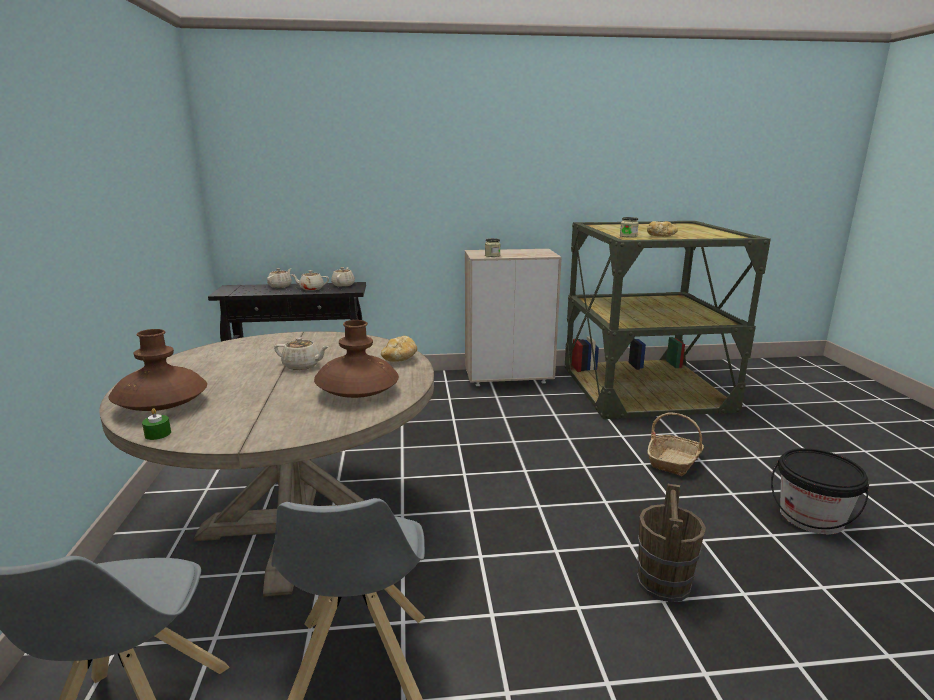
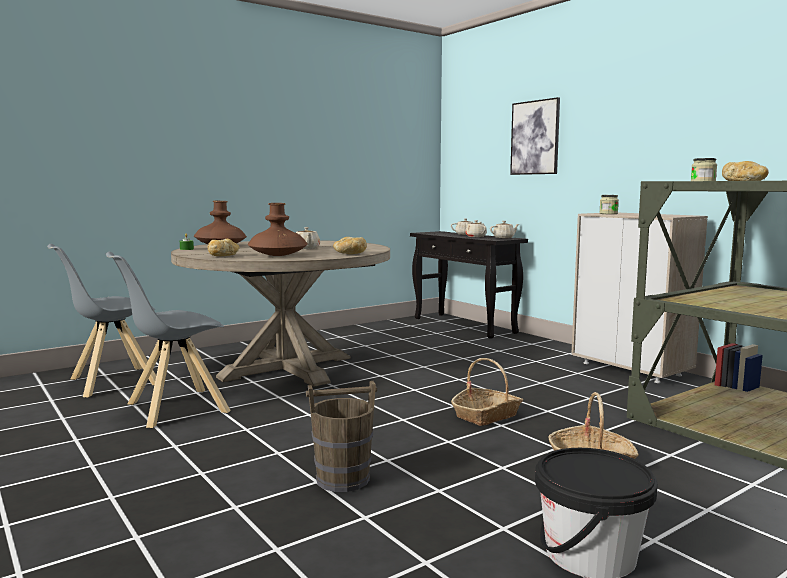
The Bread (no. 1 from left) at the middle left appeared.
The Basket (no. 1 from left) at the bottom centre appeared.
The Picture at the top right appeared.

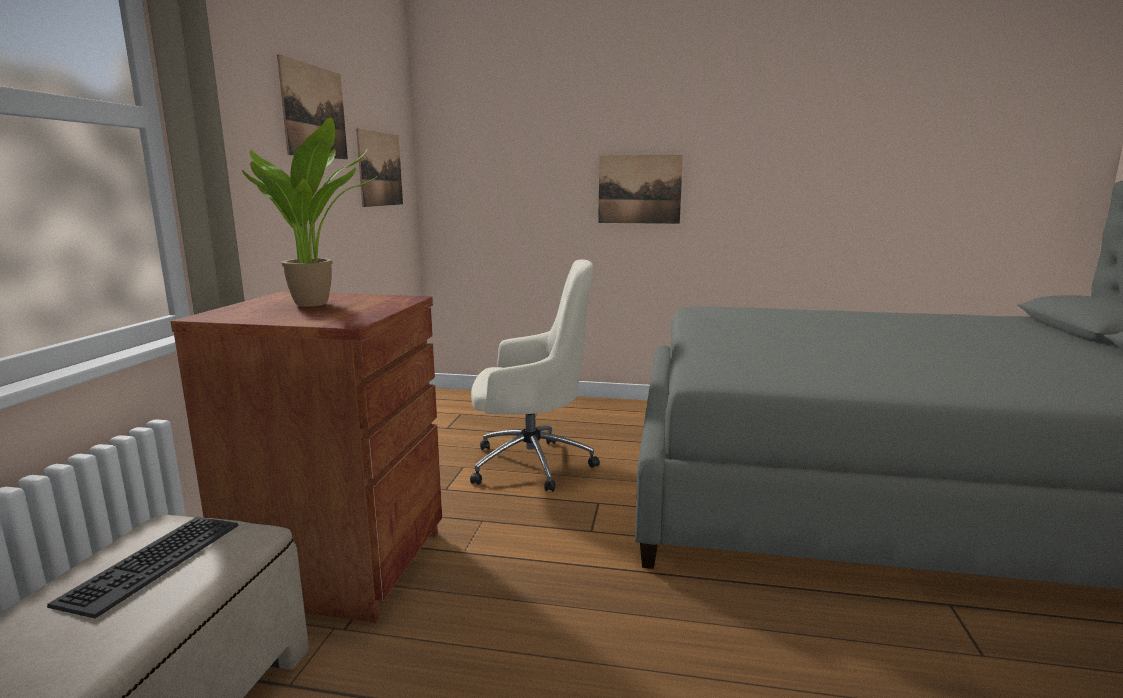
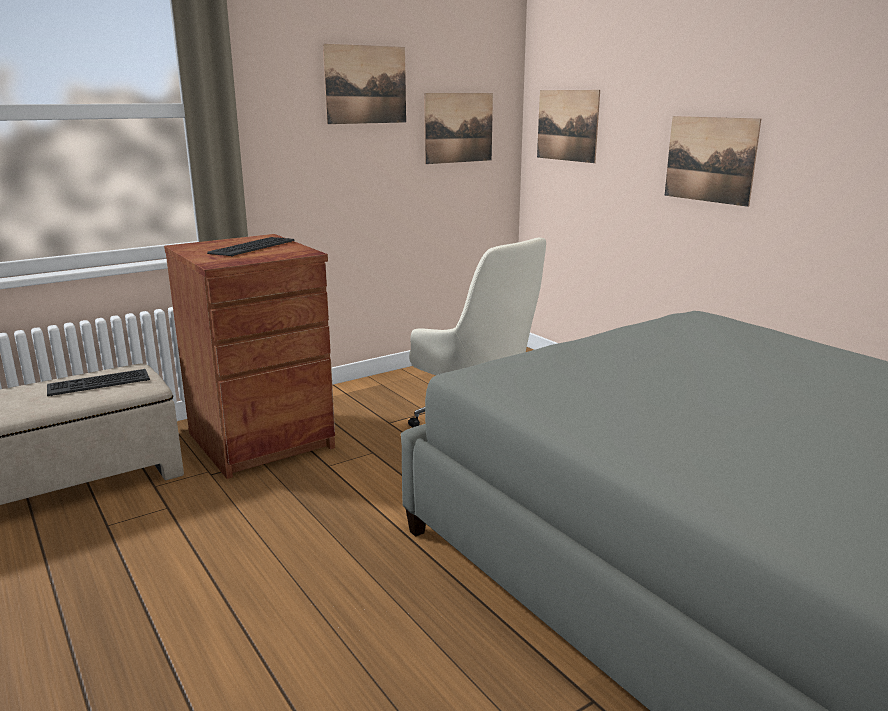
The PottedPlant at the top left was replaced by the Keyboard (no. 2 from left) at the middle left.
The Picture (no. 3 from left) at the top centre appeared.

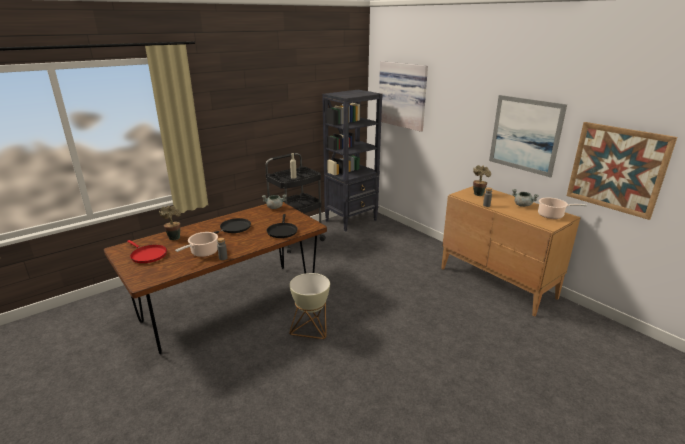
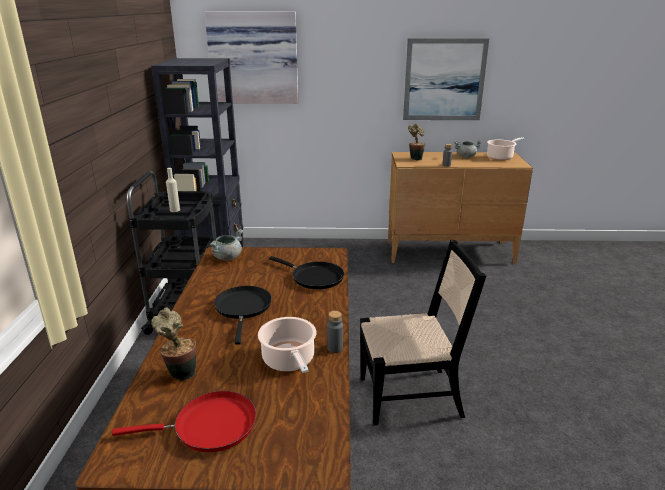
The Planter at the bottom centre was replaced by the Chair at the bottom centre.
The Picture (no. 3 from left) at the middle right disappeared.

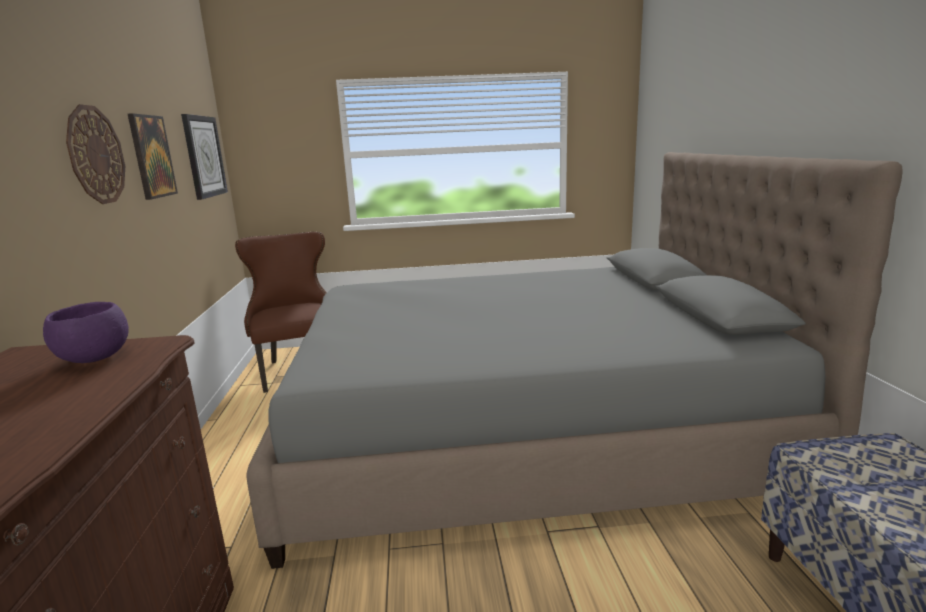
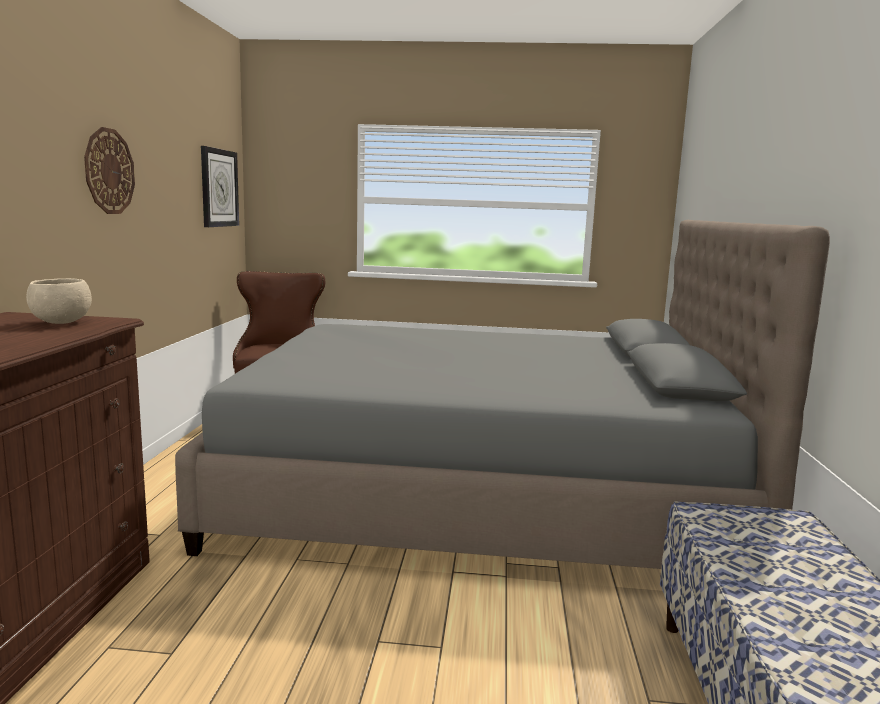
The PurpleBowl at the middle left became the BeigeBowl at the middle left.
The Picture at the top left disappeared.

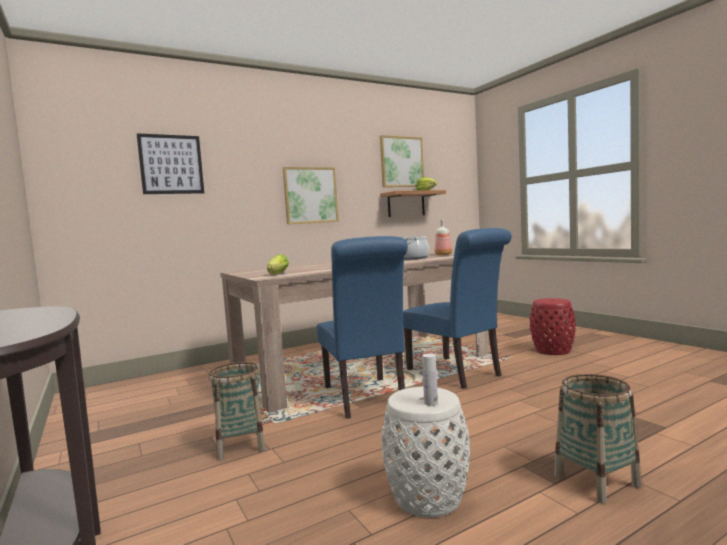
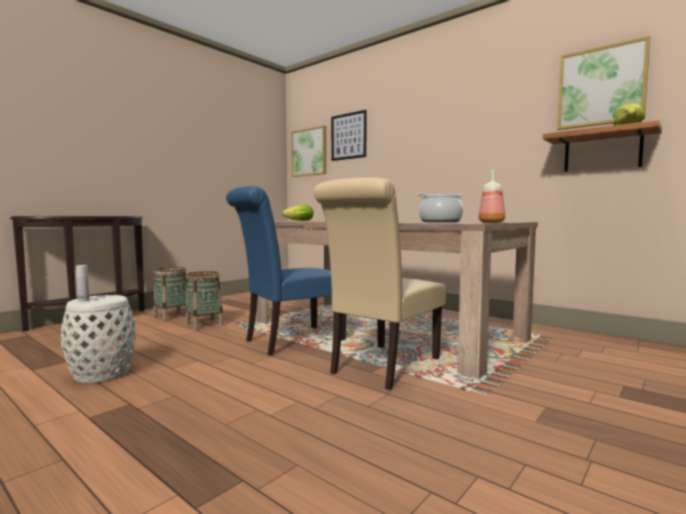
The Basket (no. 2 from left in the first image) moved from the bottom right to the middle left.
The Picture (no. 2 from left in the first image) moved from the centre to the top centre.
The BlueChair (no. 2 from left) at the centre became the BeigeChair at the centre.
The RedStool at the middle right disappeared.

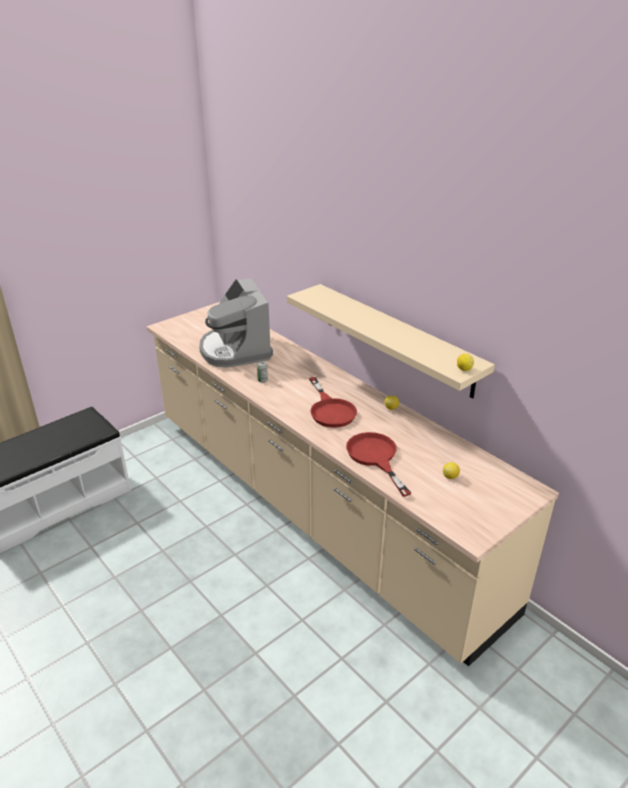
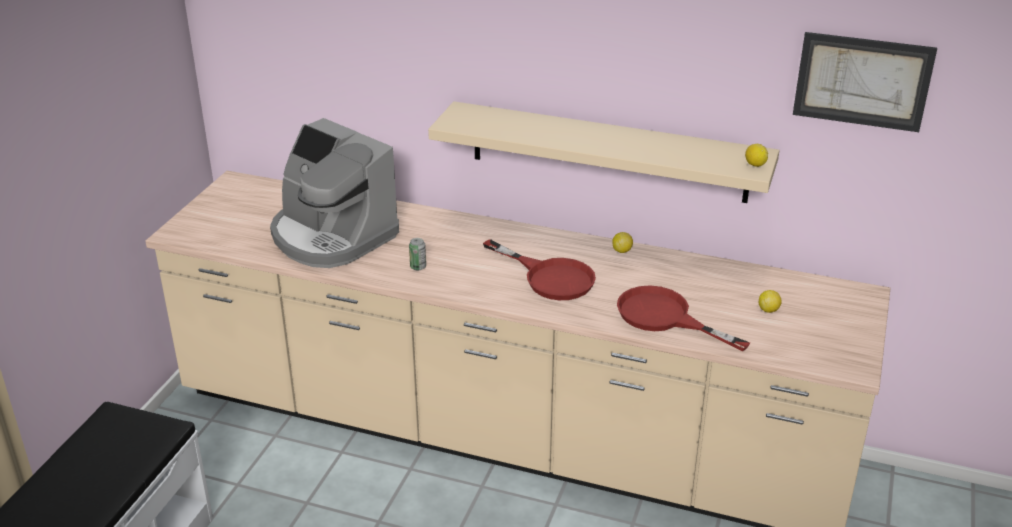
The Picture at the top right appeared.

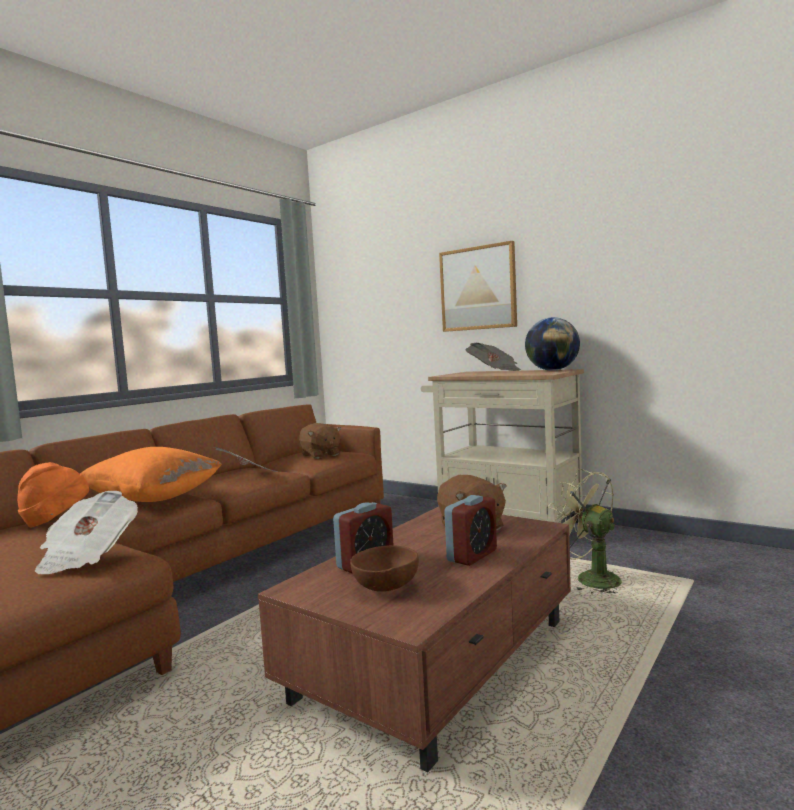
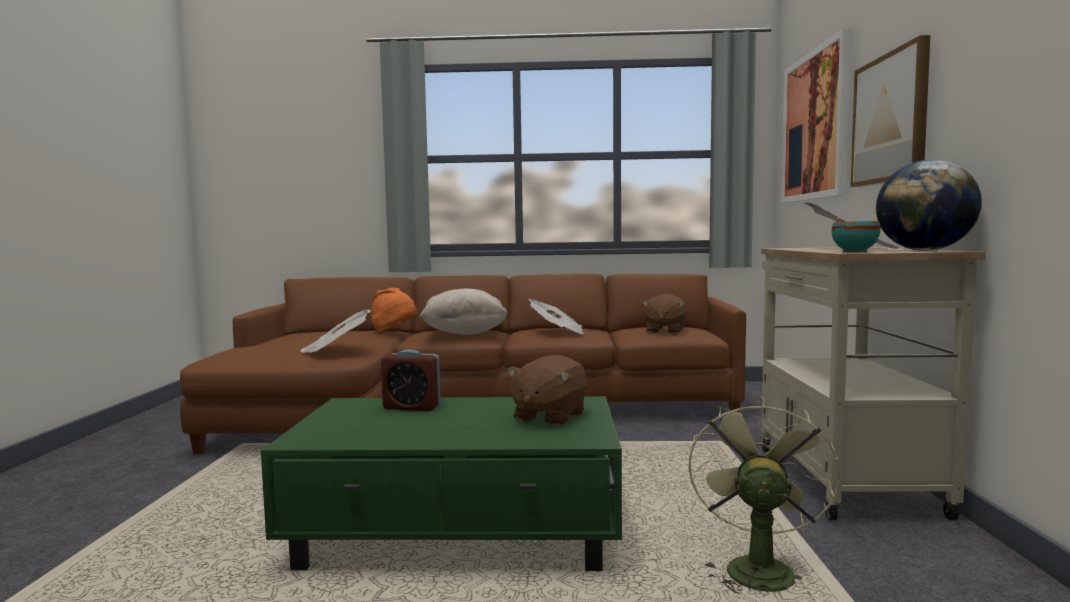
The BrownCoffeeTable at the bottom centre became the GreenCoffeeTable at the bottom centre.
The OrangePillow at the middle left became the BeigePillow at the centre.
The Picture (no. 1 from left) at the top right appeared.
The TurquoiseBowl at the middle right appeared.
The BrownBowl at the bottom centre disappeared.
The AlarmClock (no. 2 from left) at the centre disappeared.

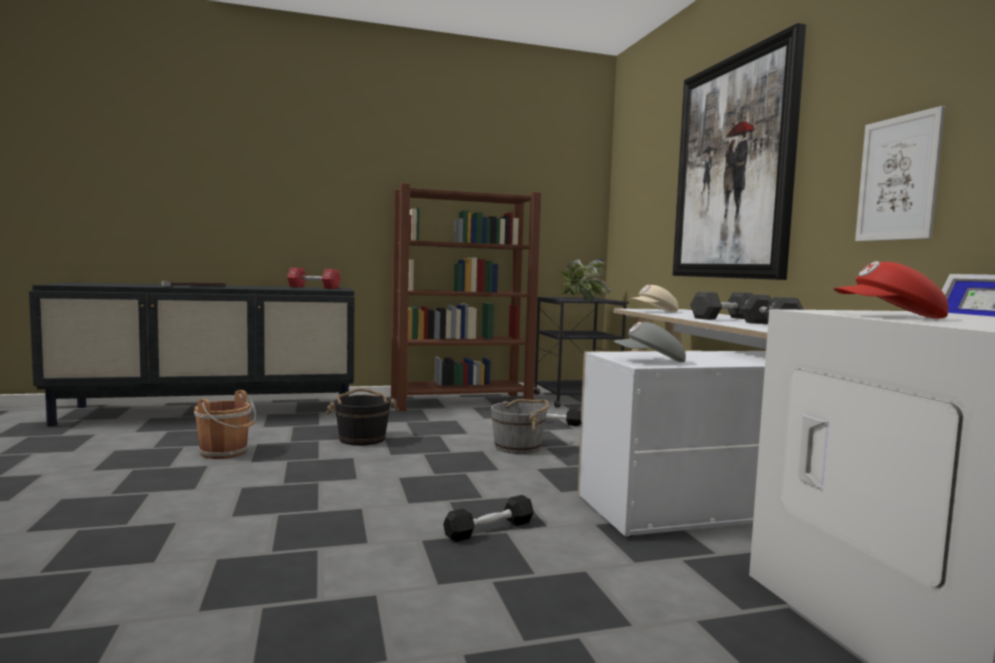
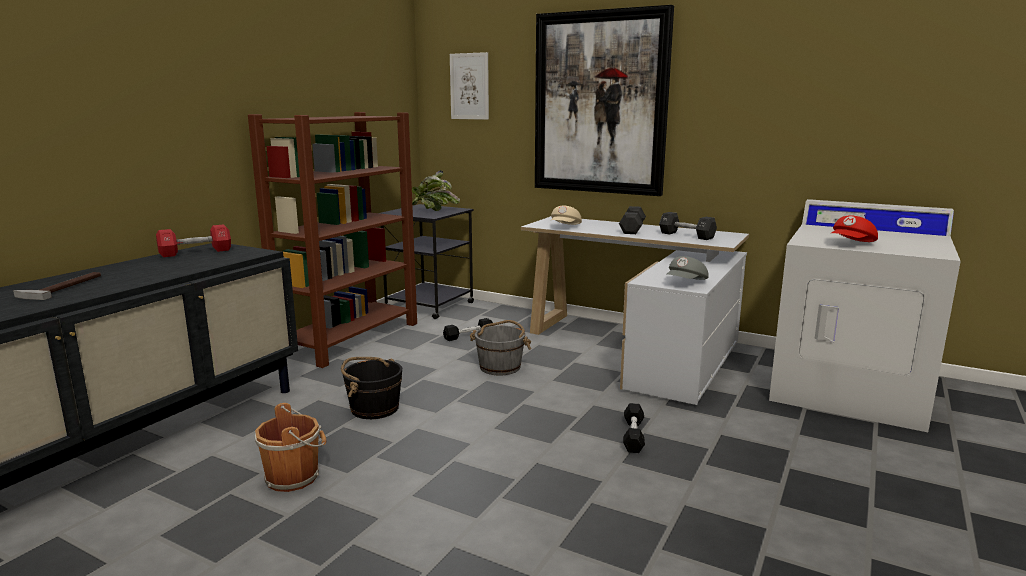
The Picture (no. 2 from left in the first image) moved from the top right to the top centre.

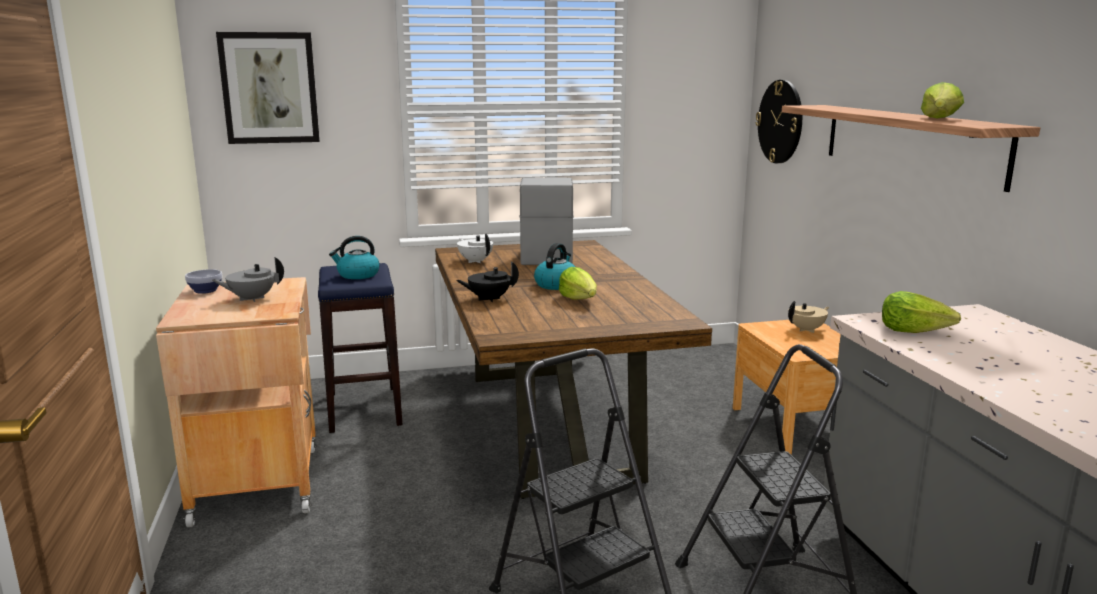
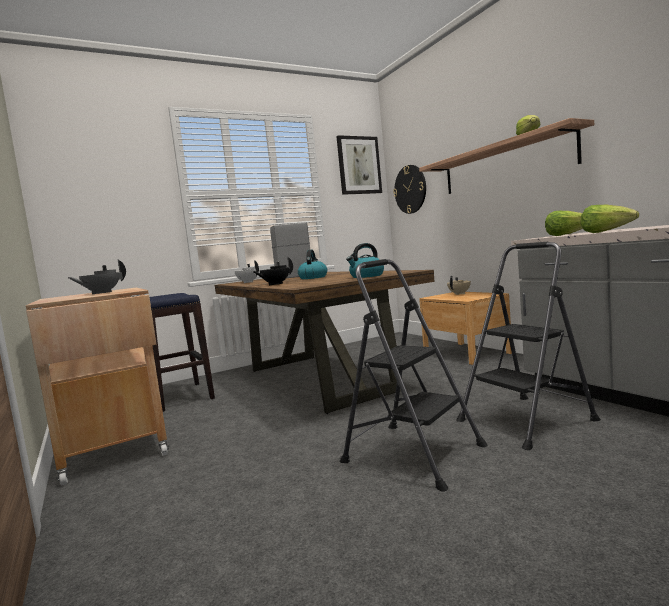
The Picture moved from the top left to the top centre.
The Kettle (no. 1 from left in the first image) moved from the middle left to the centre.
The Lettuce (no. 1 from left in the first image) moved from the centre to the middle right.
The Bowl at the middle left disappeared.

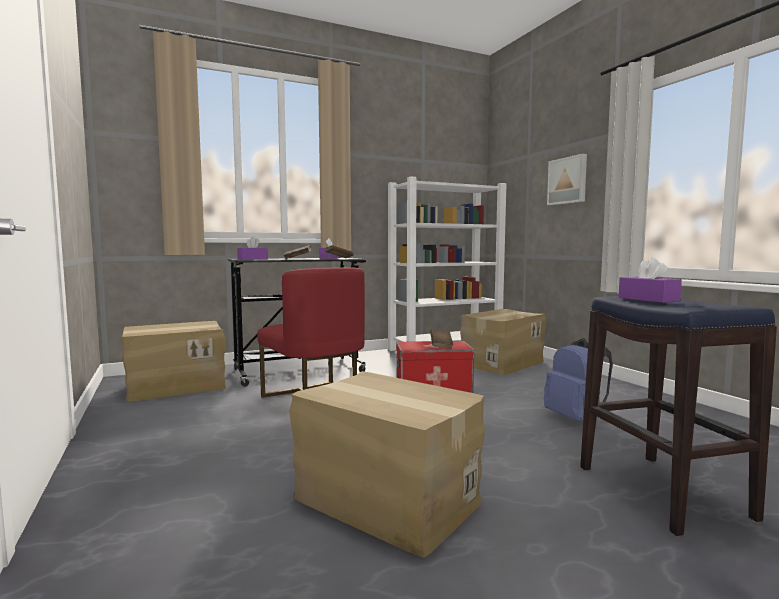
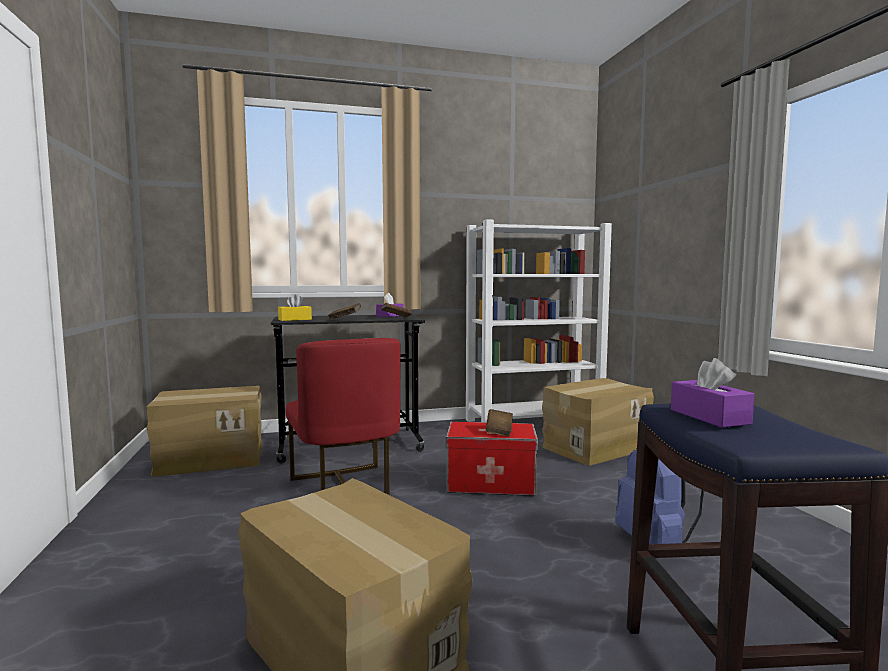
The PurpleTissueBox (no. 1 from left) at the middle left became the YellowTissueBox at the middle left.
The Picture at the top right disappeared.

